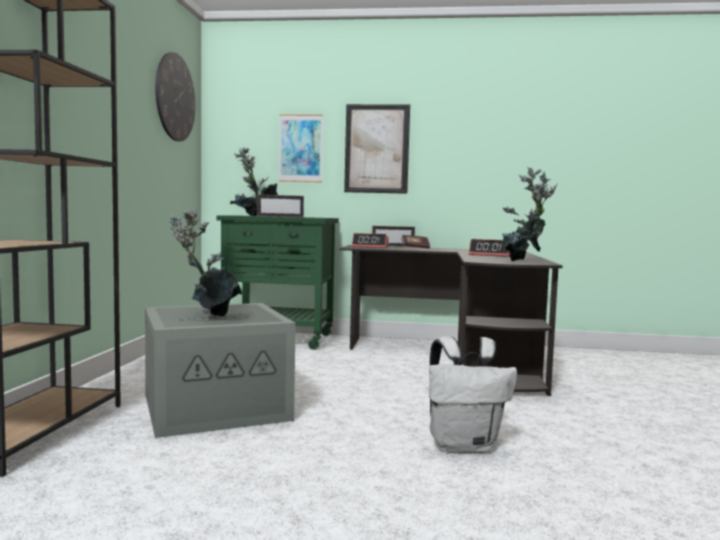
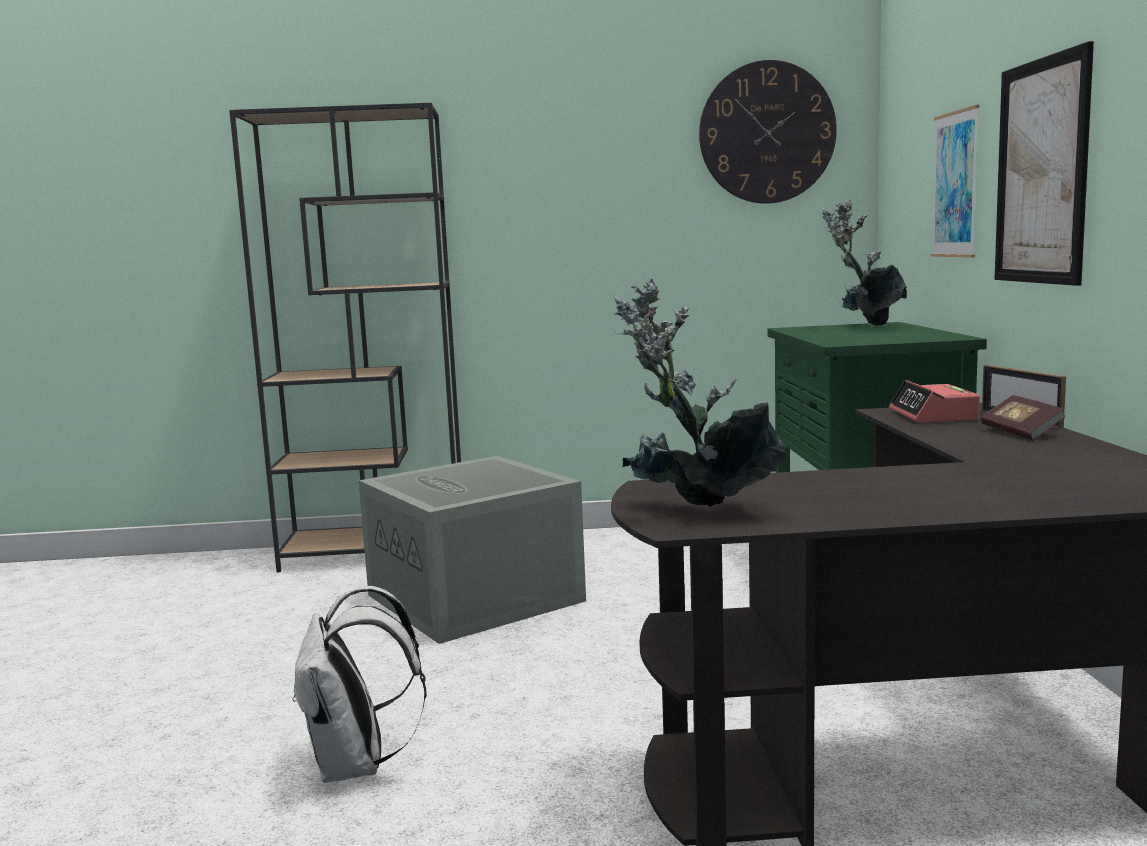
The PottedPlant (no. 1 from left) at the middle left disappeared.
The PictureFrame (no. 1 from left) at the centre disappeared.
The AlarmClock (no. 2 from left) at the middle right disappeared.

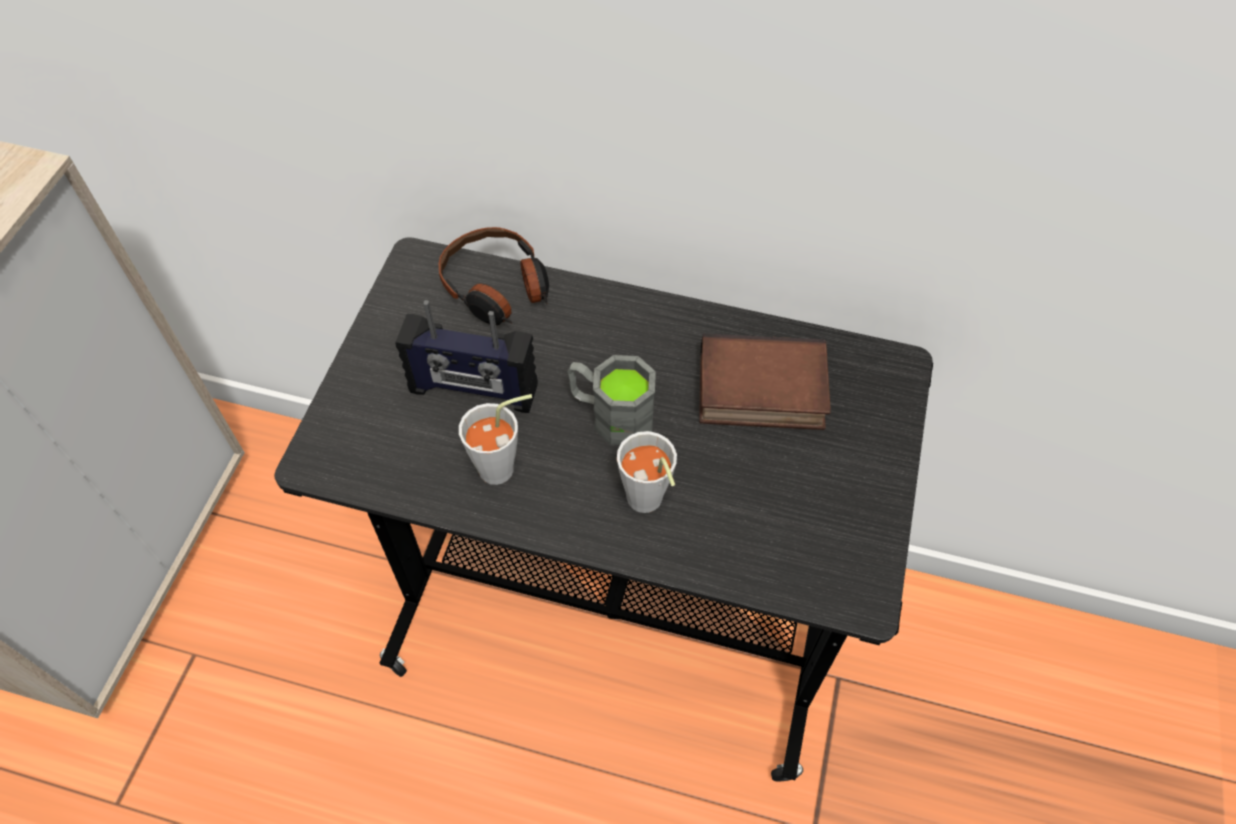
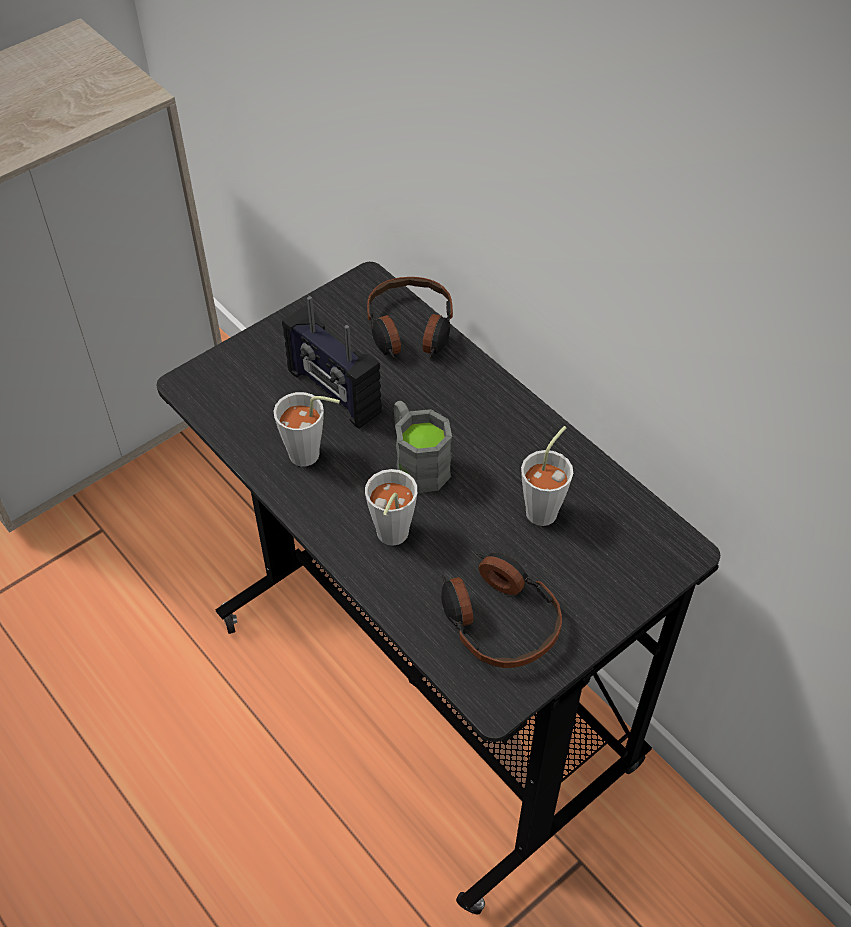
The Headphones (no. 2 from left) at the centre appeared.
The Book at the centre was replaced by the GreyCup (no. 3 from left) at the centre.

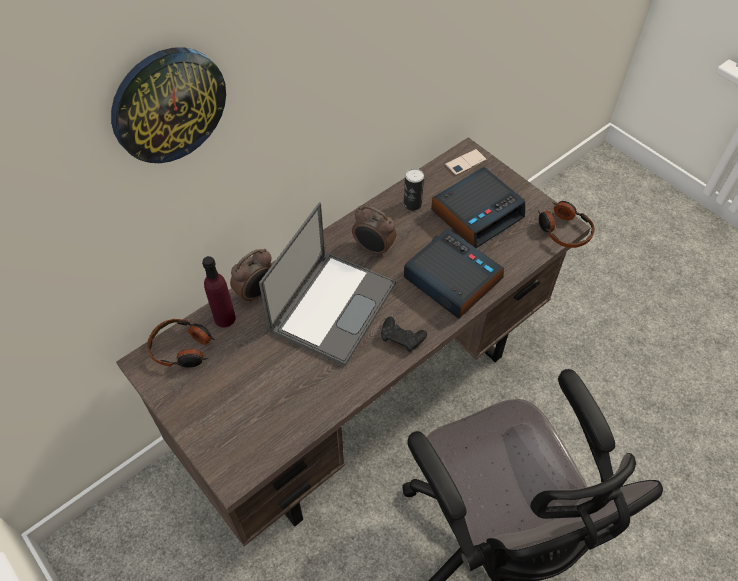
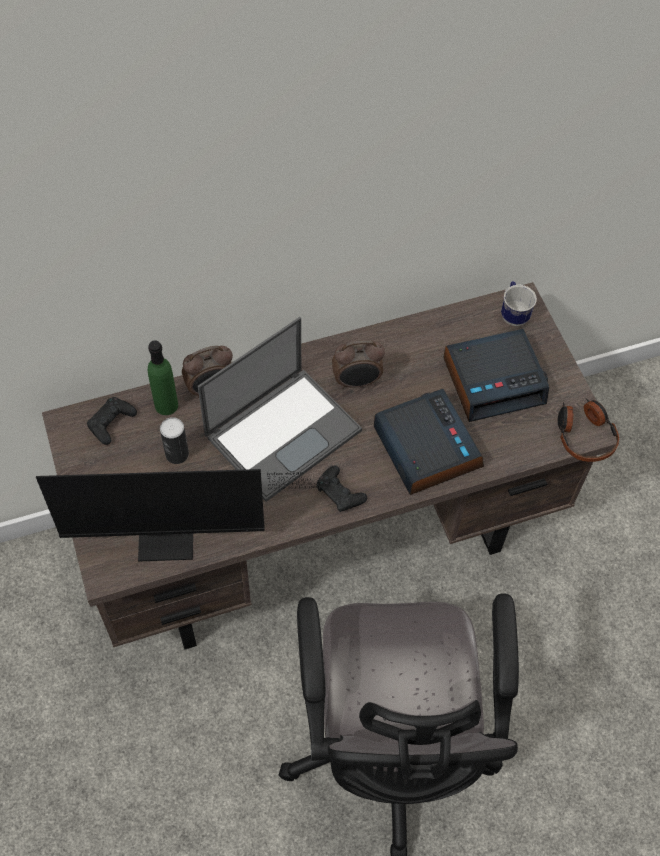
The Monitor at the middle left appeared.
The Headphones (no. 1 from left) at the middle left was replaced by the BlackGameController (no. 1 from left) at the middle left.
The PurpleBottle at the middle left became the GreenBottle at the middle left.
The Can moved from the top centre to the middle left.
The AlarmClock (no. 2 from left) at the centre turned 60 degrees counterclockwise.
The Phone at the top centre was replaced by the Mug at the middle right.
The WallClock at the top left disappeared.

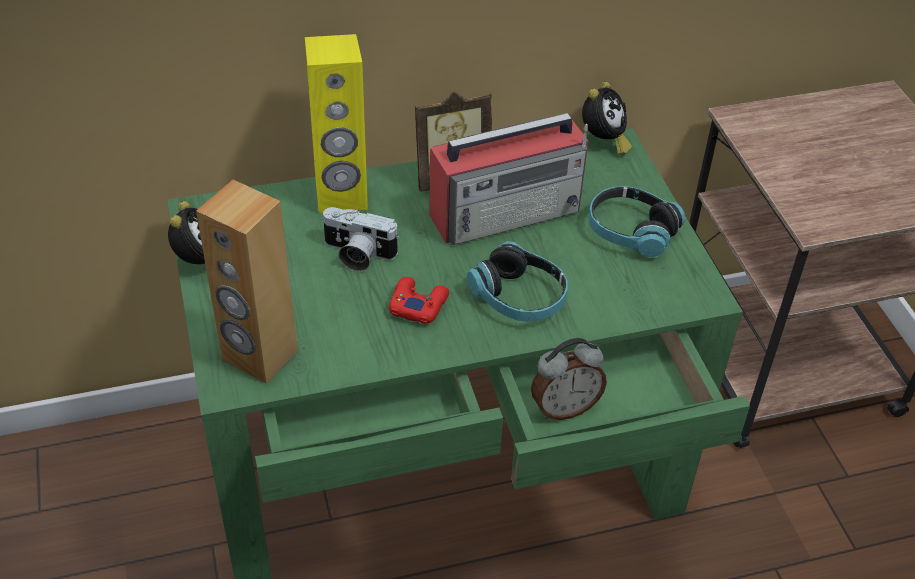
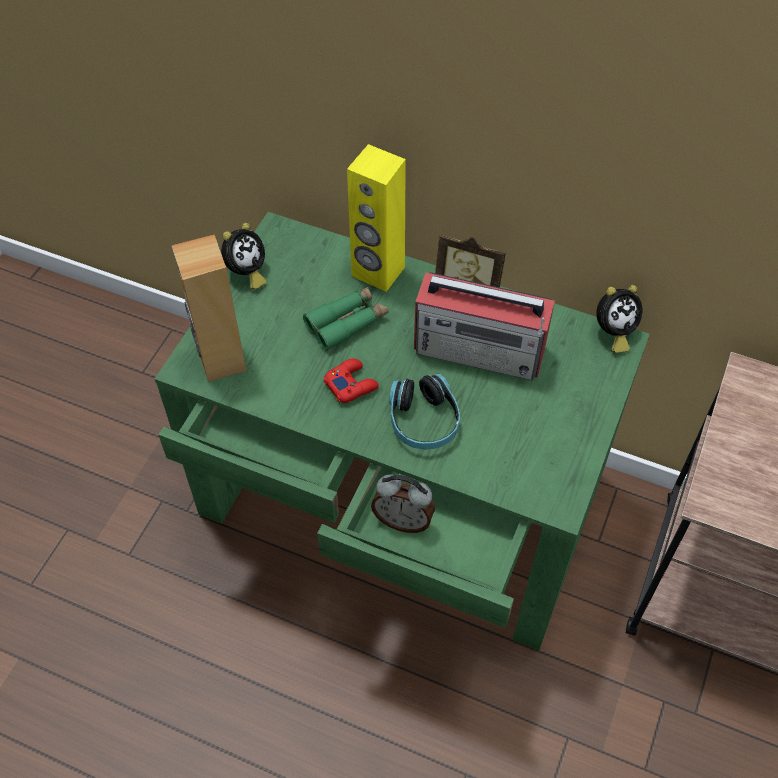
The PhotoCamera at the centre was replaced by the GreenBinoculars at the centre.
The Headphones (no. 2 from left) at the middle right disappeared.

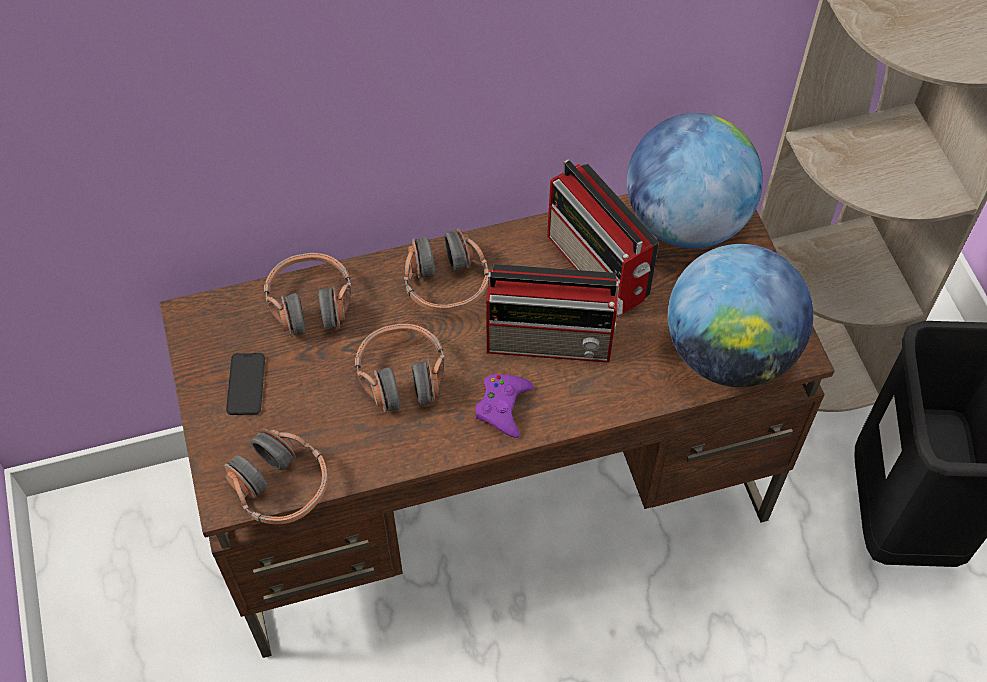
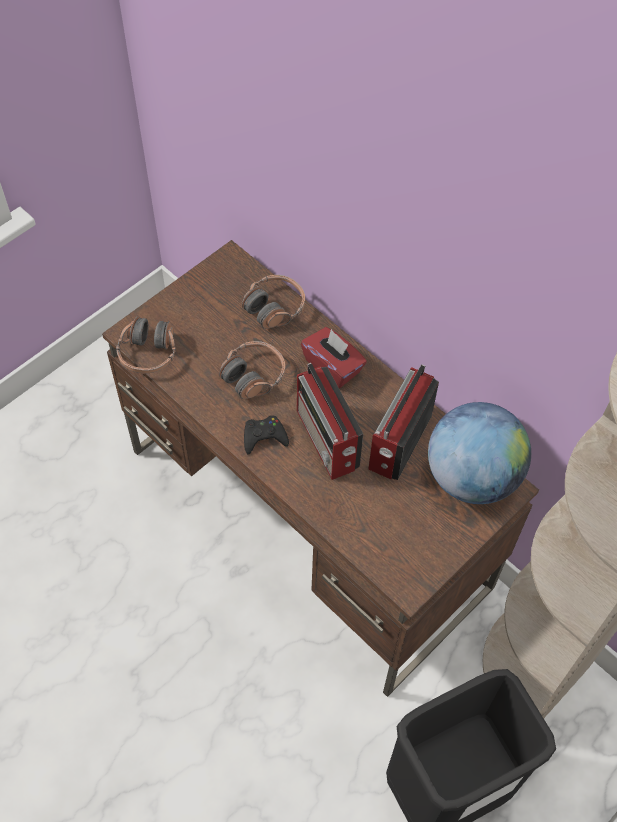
The PurpleGameController at the centre became the BlackGameController at the centre.
The Headphones (no. 4 from left) at the centre was replaced by the RedTissueBox at the centre.
The Phone at the middle left disappeared.
The Globe (no. 2 from left) at the middle right disappeared.

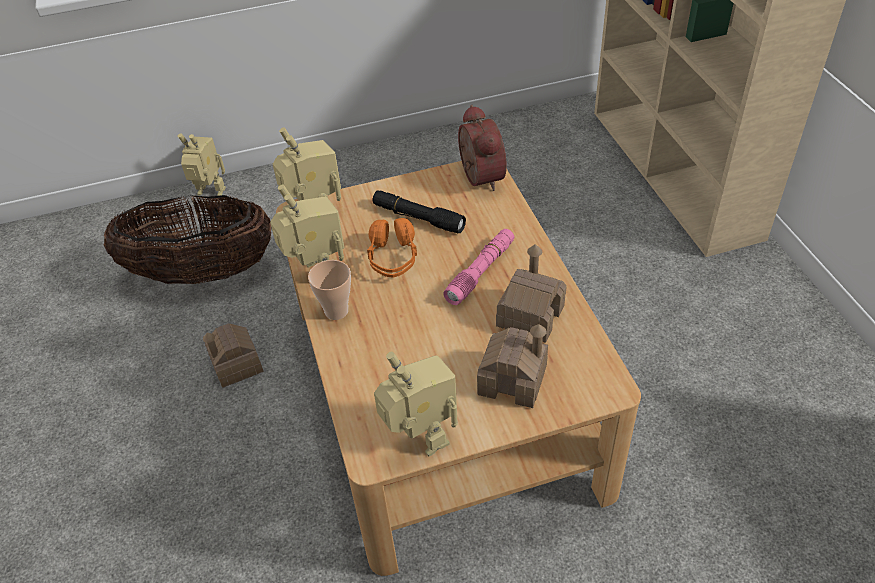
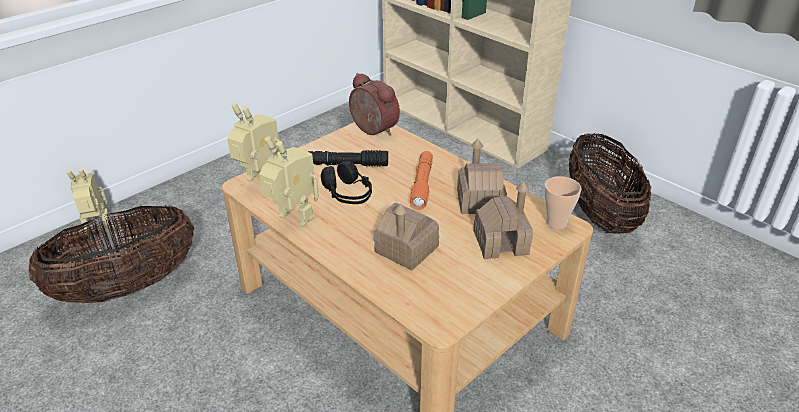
The OrangeHeadphones at the centre became the BlackHeadphones at the centre.
The ToyHouse (no. 1 from left) moved from the middle left to the centre.
The PinkFlashlight at the centre became the OrangeFlashlight at the centre.
The Cup moved from the centre to the middle right.
The Basket (no. 2 from left) at the middle right appeared.
The ToyRobot (no. 4 from left) at the bottom centre disappeared.

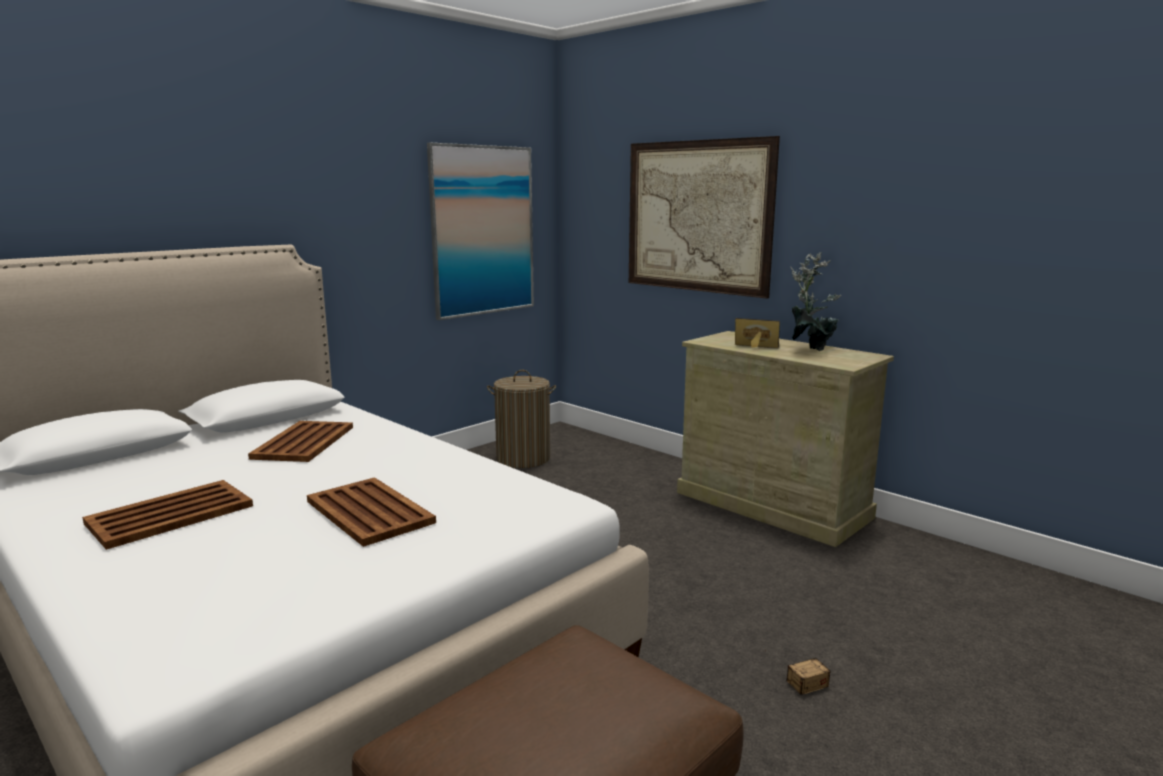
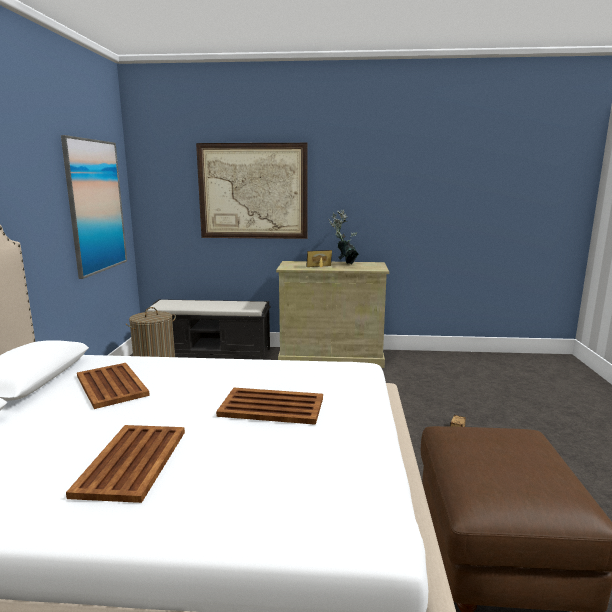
The BlackBench at the centre appeared.

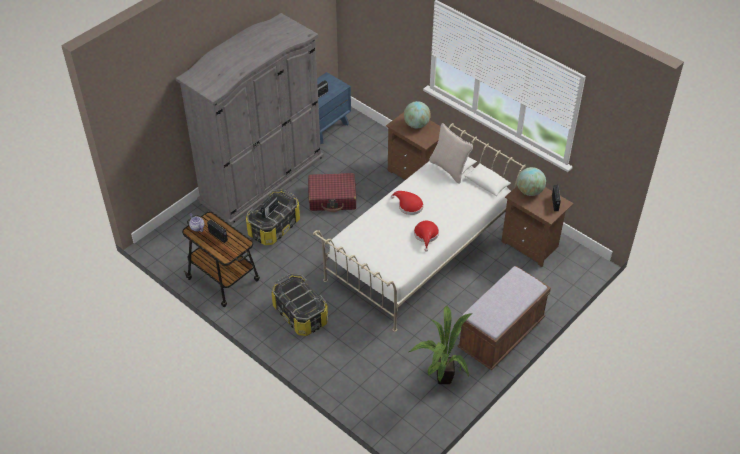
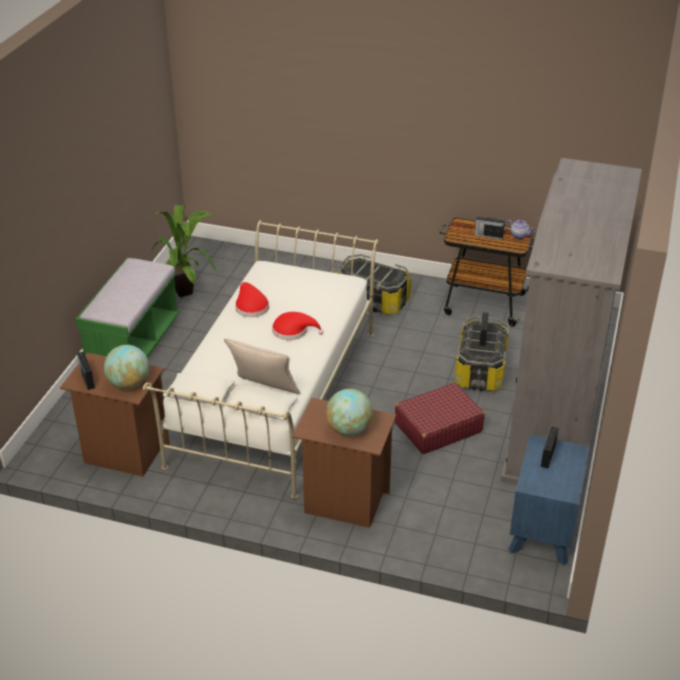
The BrownBench at the bottom right became the GreenBench at the middle left.

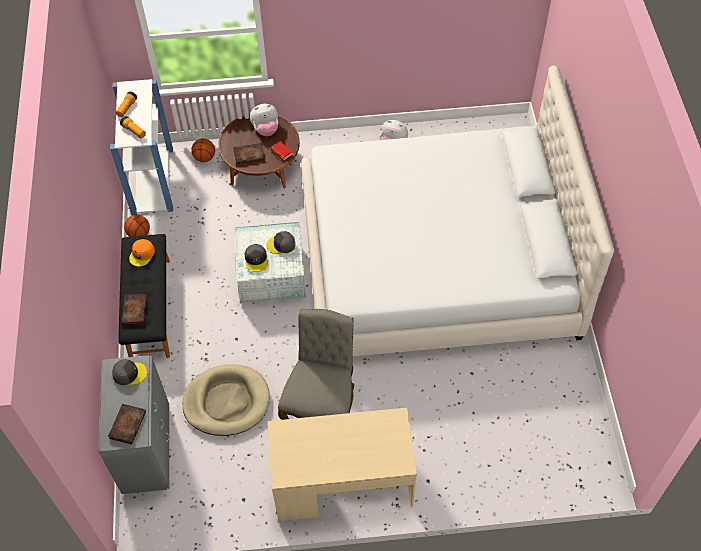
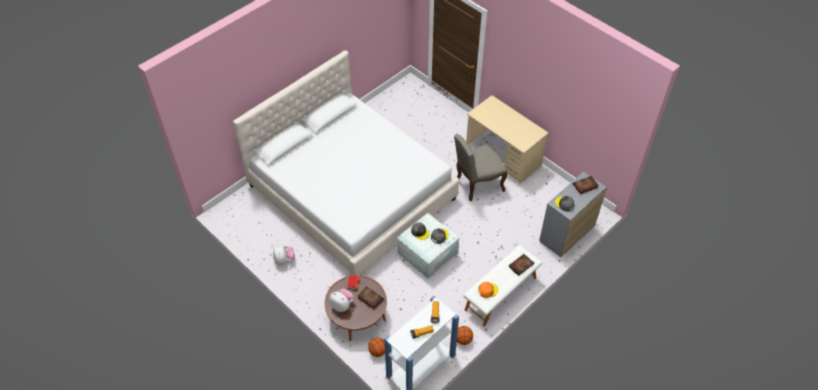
The BlackBench at the middle left became the WhiteBench at the bottom centre.
The BeigeDogBed at the bottom left disappeared.

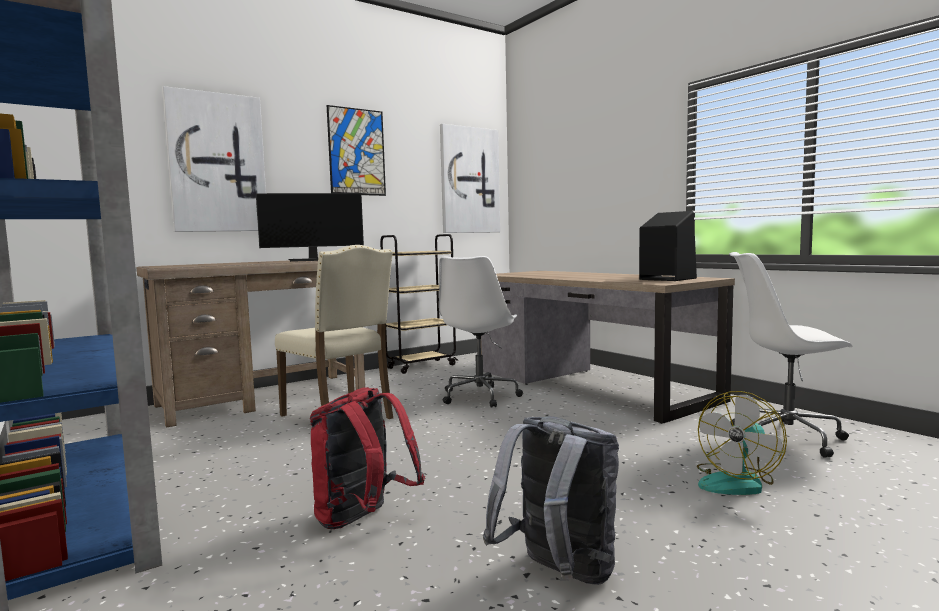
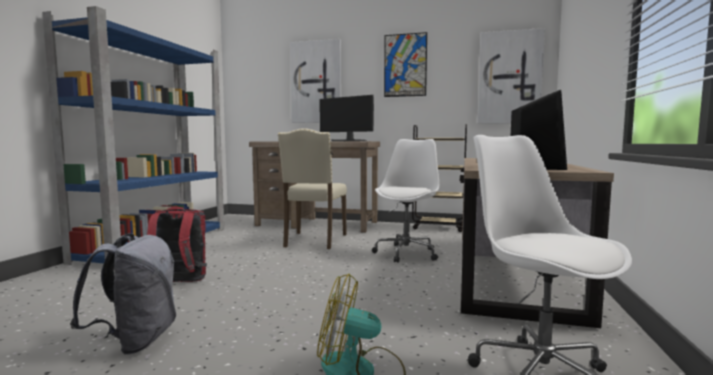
The WhiteOfficeChair (no. 1 from left) at the centre turned 135 degrees clockwise.

